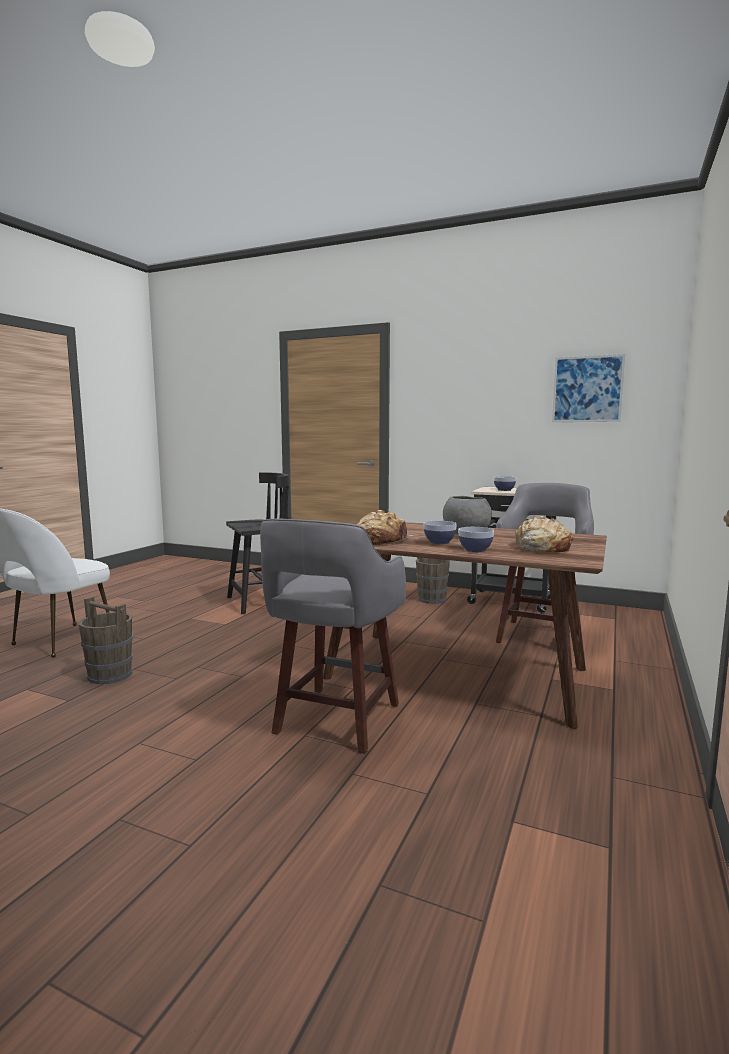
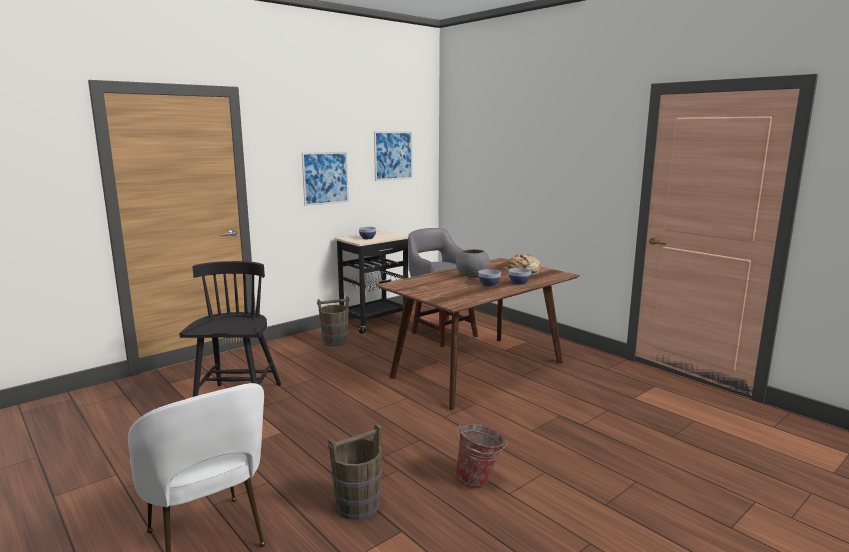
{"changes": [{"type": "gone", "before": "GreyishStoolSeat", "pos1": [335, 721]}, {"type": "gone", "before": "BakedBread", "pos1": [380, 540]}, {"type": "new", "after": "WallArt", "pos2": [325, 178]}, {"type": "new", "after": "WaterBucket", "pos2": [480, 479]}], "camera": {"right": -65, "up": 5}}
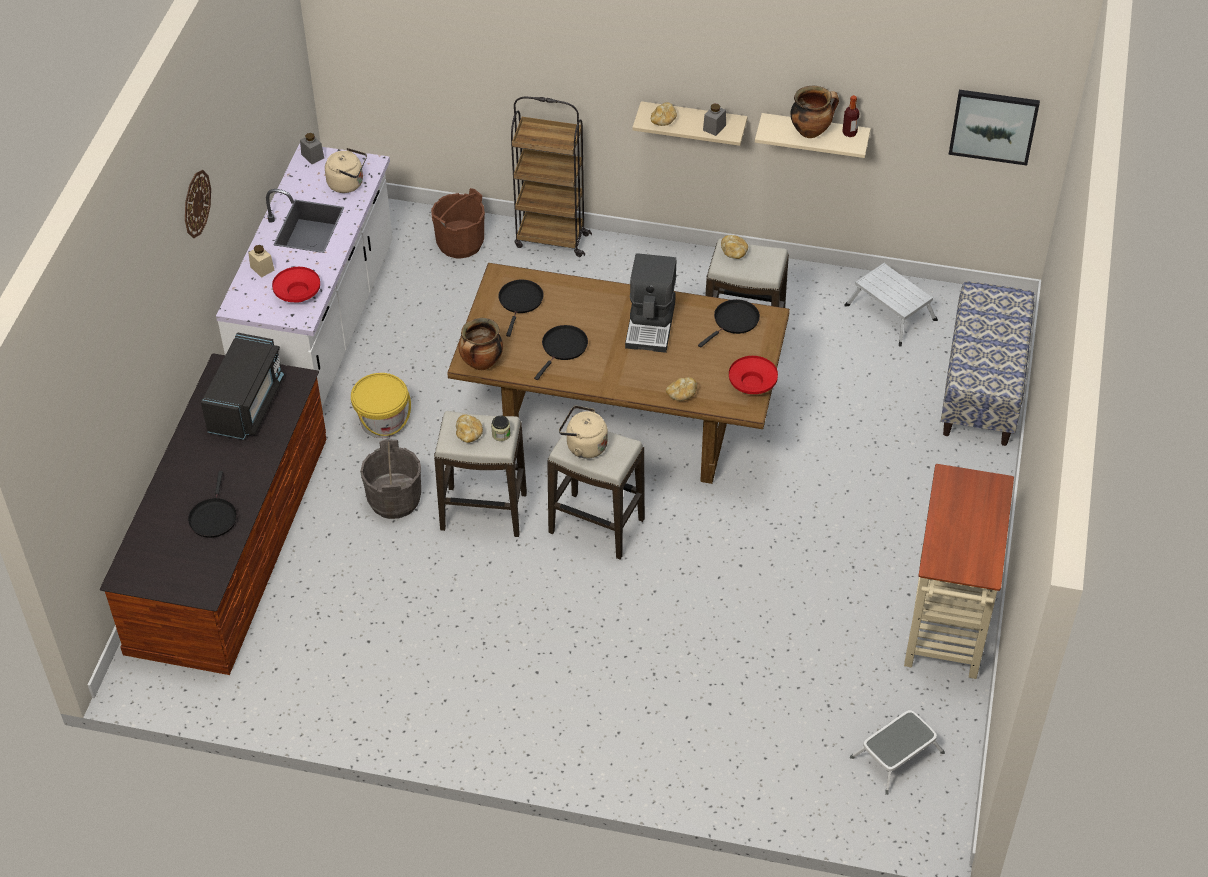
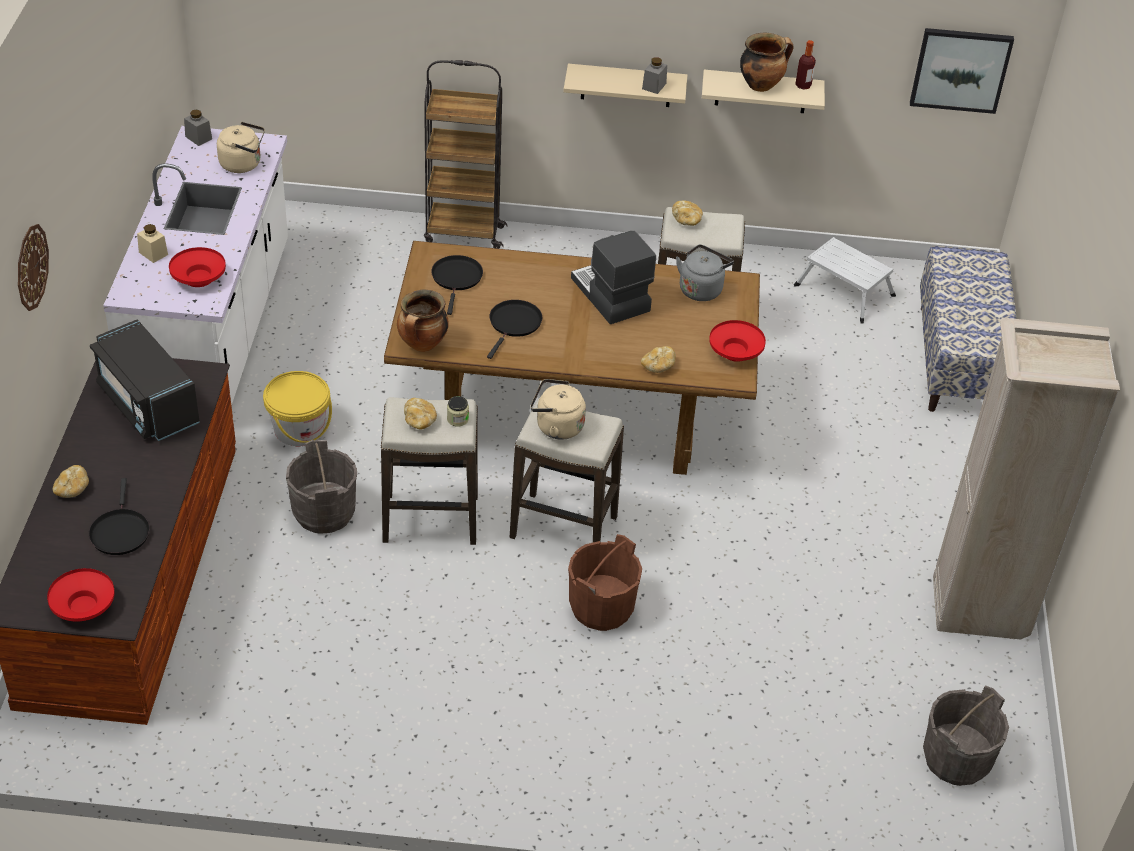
{"changes": [{"type": "new", "after": "ReddishDeepDish", "pos2": [83, 606]}, {"type": "shifted", "before": "ClockOnTheWall", "pos1": [196, 203], "pos2": [31, 267]}, {"type": "shifted", "before": "BrownColouredWaterBucket", "pos1": [460, 243], "pos2": [601, 607]}, {"type": "shifted", "before": "BakedBread", "pos1": [663, 120], "pos2": [72, 489]}, {"type": "swapped", "before": "BlackishFryingPan", "after": "GreyishKettle", "pos1": [734, 321], "pos2": [701, 289]}, {"type": "swapped", "before": "GreyishStepladder", "after": "GreyishWaterBucket", "pos1": [896, 754], "pos2": [956, 759]}, {"type": "swapped", "before": "BeigeWheeledCart", "after": "BeigeStorageCabinet", "pos1": [947, 623], "pos2": [979, 608]}, {"type": "rotated", "before": "BlackishMicrowave", "pos1": [247, 404], "pos2": [147, 403], "turn": 135}, {"type": "rotated", "before": "CoffeeMaker", "pos1": [651, 324], "pos2": [609, 295], "turn": 150}], "camera": {"right": -10, "up": -5}}
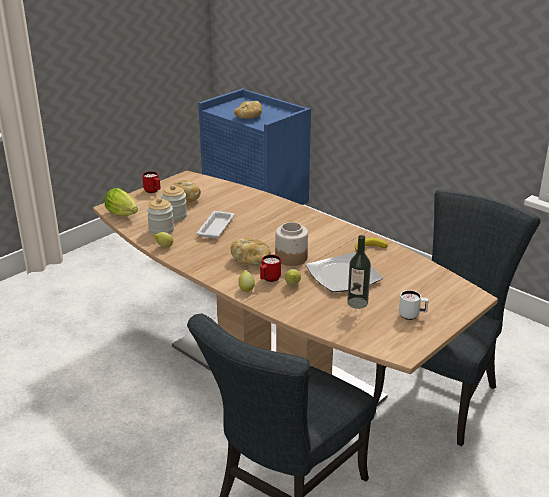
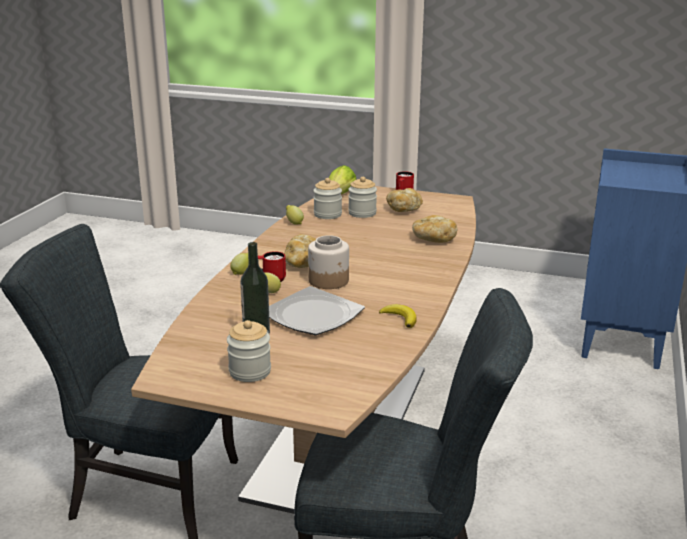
{"changes": [{"type": "gone", "before": "WhiteTray", "pos1": [216, 227]}, {"type": "shifted", "before": "BakedBread", "pos1": [248, 117], "pos2": [433, 239]}, {"type": "swapped", "before": "WhiteMug", "after": "StorageJar", "pos1": [412, 316], "pos2": [250, 371]}], "camera": {"right": 65, "up": -5}}
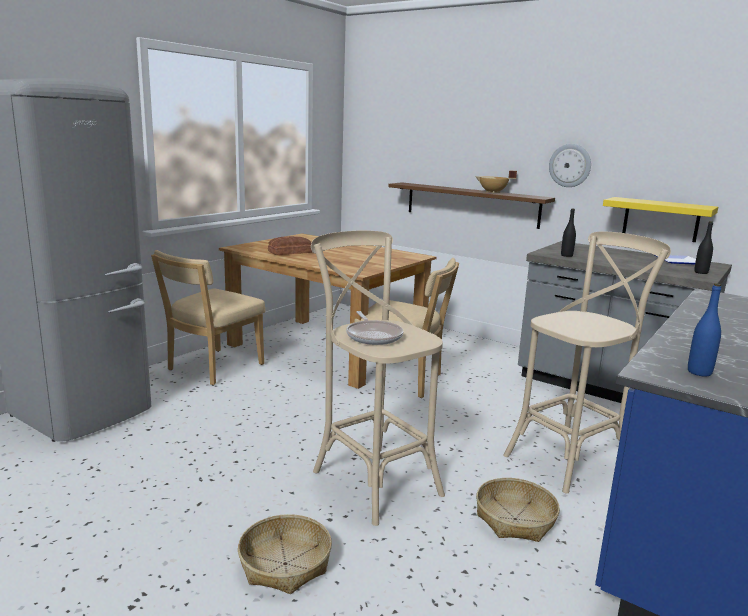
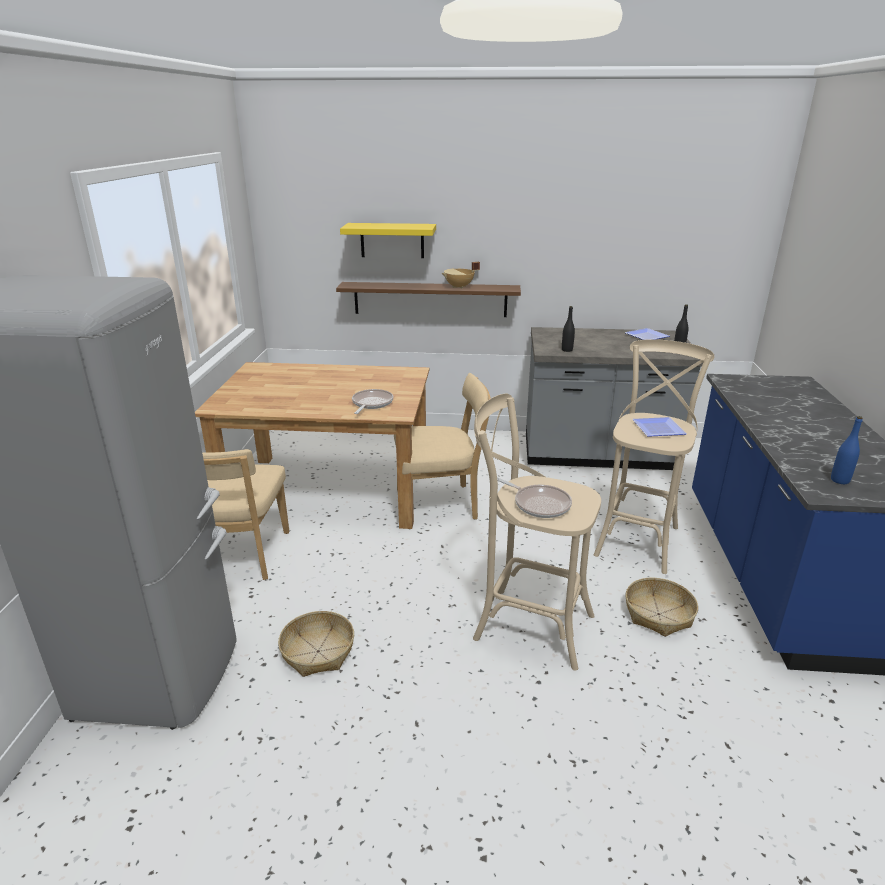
{"changes": [{"type": "gone", "before": "BakedBread", "pos1": [291, 252]}, {"type": "gone", "before": "ClockOnTheWall", "pos1": [570, 165]}, {"type": "new", "after": "FryingPan", "pos2": [371, 404]}, {"type": "new", "after": "FlatDish", "pos2": [660, 429]}, {"type": "shifted", "before": "Basket", "pos1": [285, 564], "pos2": [318, 651]}, {"type": "shifted", "before": "YellowBracketShelf", "pos1": [661, 219], "pos2": [392, 240]}], "camera": {"right": -30, "up": 10}}
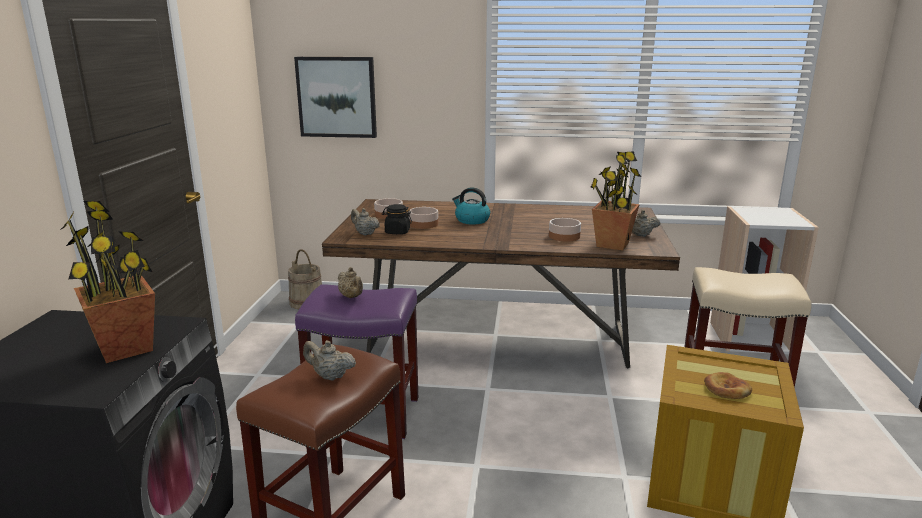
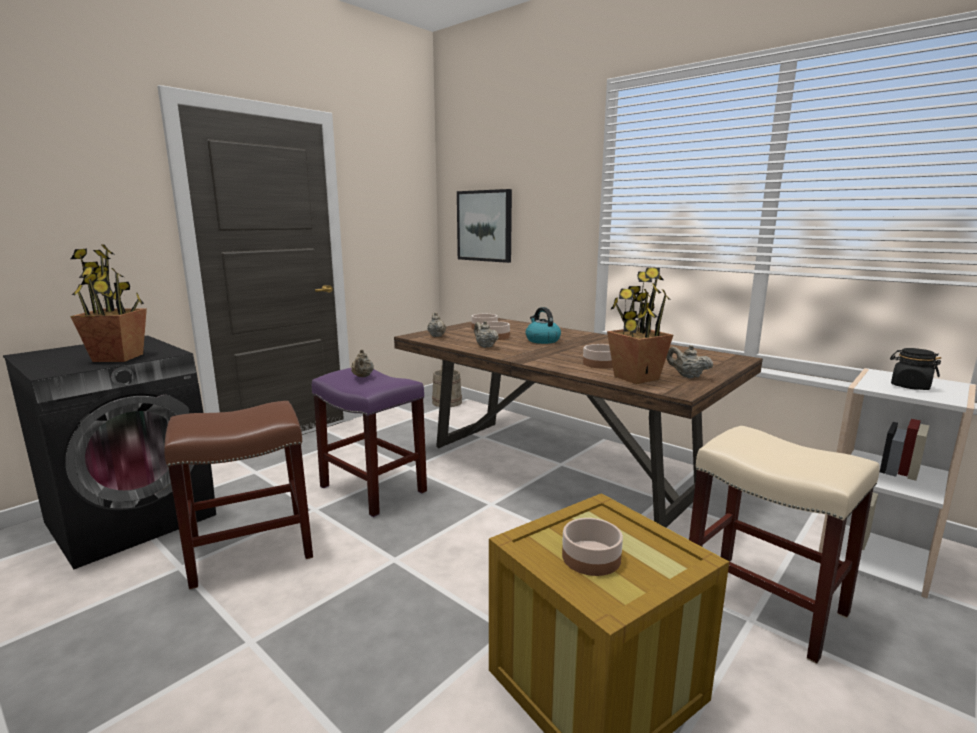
{"changes": [{"type": "shifted", "before": "BeigeTeaPot", "pos1": [330, 376], "pos2": [485, 346]}, {"type": "shifted", "before": "BlackishStorageJar", "pos1": [397, 232], "pos2": [910, 386]}, {"type": "swapped", "before": "BakedBread", "after": "DeepDish", "pos1": [726, 389], "pos2": [591, 557]}], "camera": {"right": 35, "up": -5}}
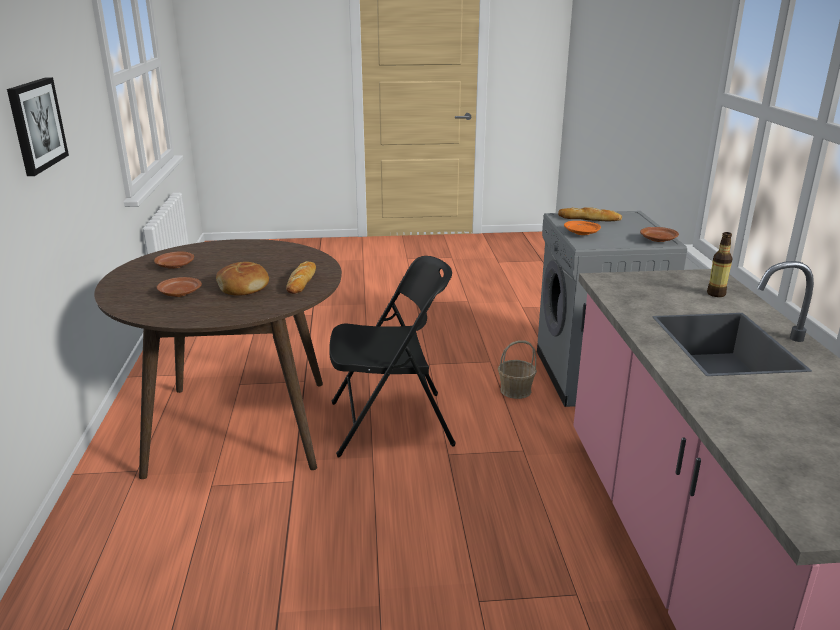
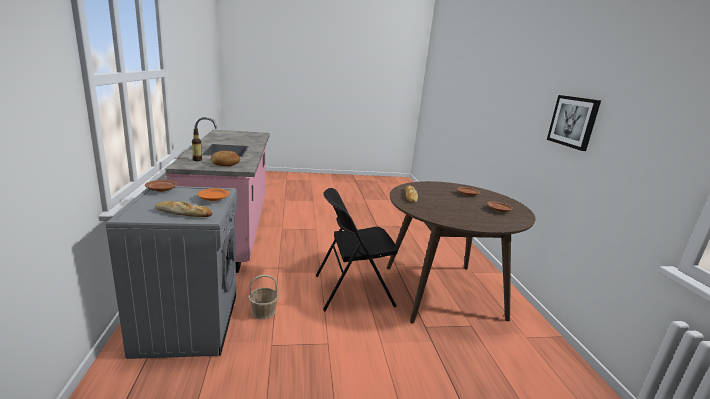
{"changes": [{"type": "shifted", "before": "BakedBread", "pos1": [243, 287], "pos2": [225, 163]}], "camera": {"right": 175, "up": -5}}
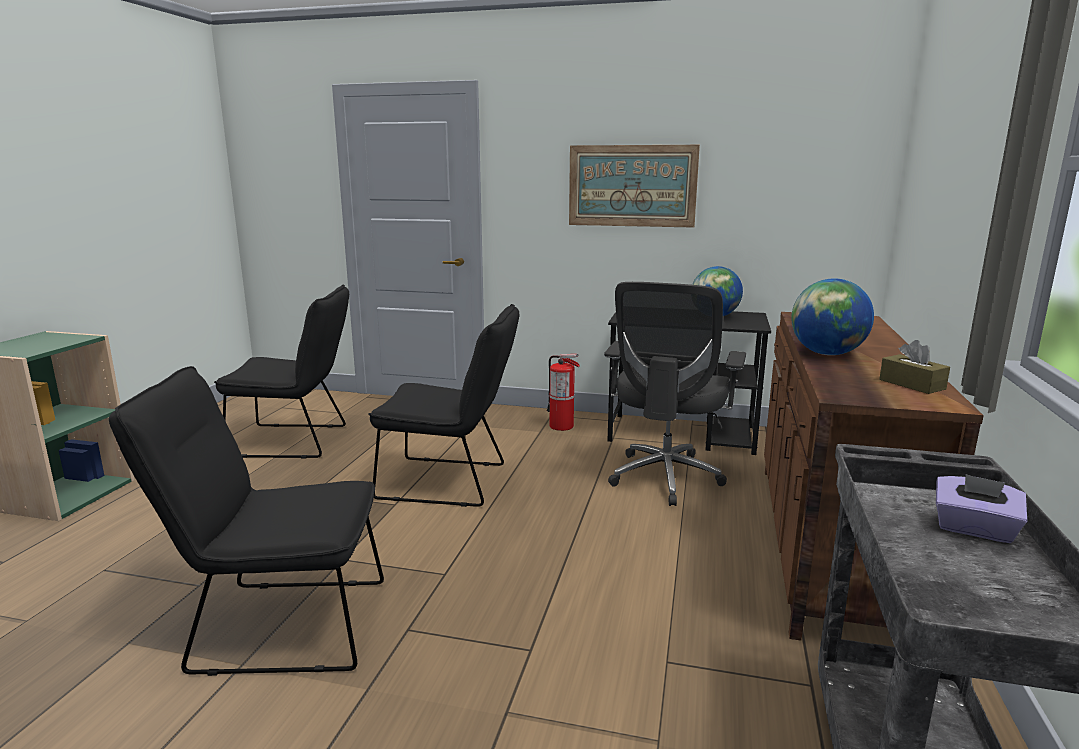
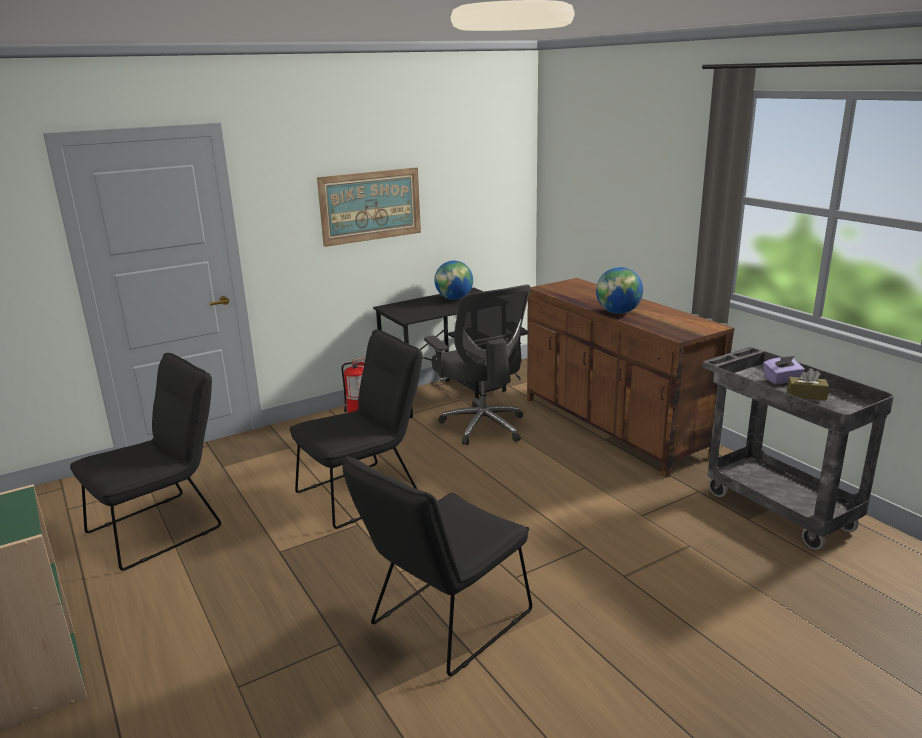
{"changes": [{"type": "shifted", "before": "BrownColouredTissueHolder", "pos1": [911, 384], "pos2": [806, 395]}], "camera": {"right": -45, "up": 5}}
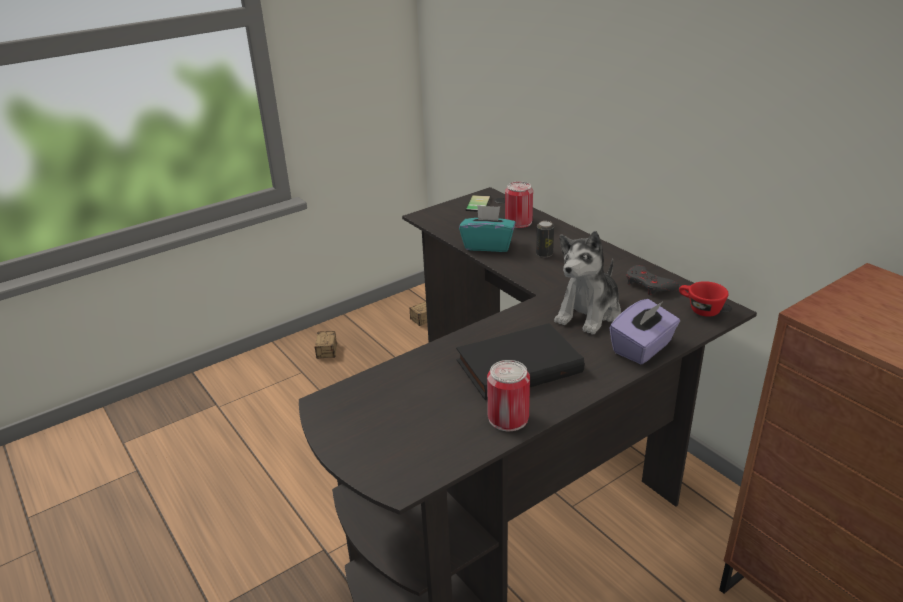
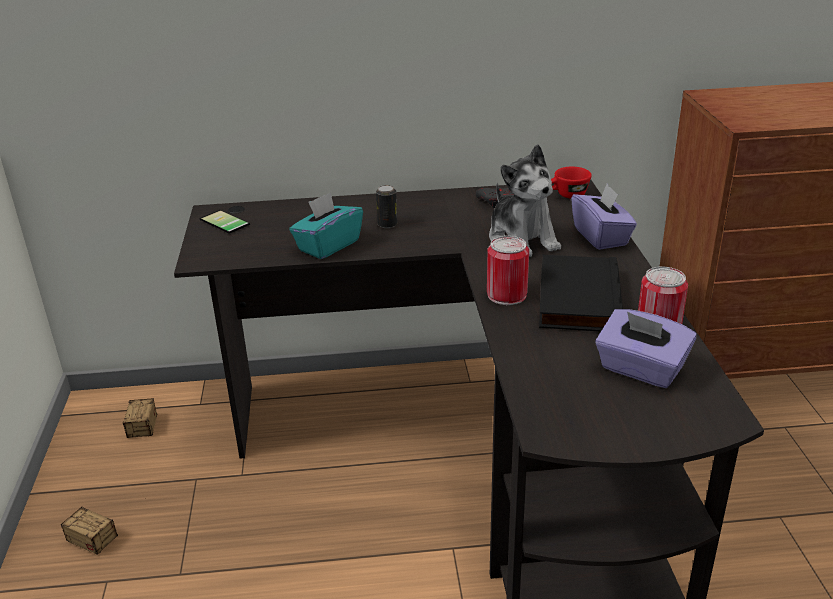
{"changes": [{"type": "new", "after": "PurplishTissueHolder", "pos2": [640, 369]}, {"type": "shifted", "before": "SealedCan", "pos1": [518, 222], "pos2": [506, 295]}], "camera": {"right": -60, "up": 0}}
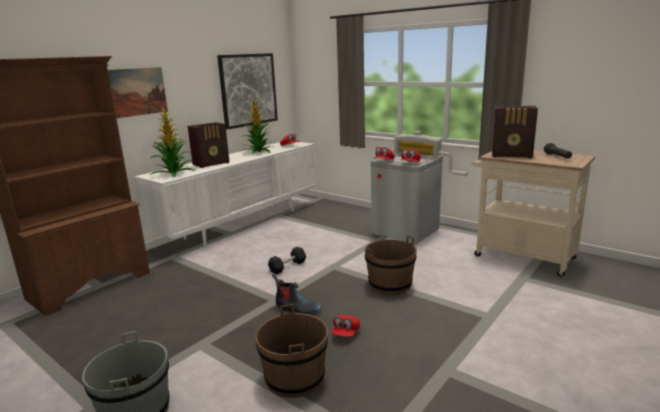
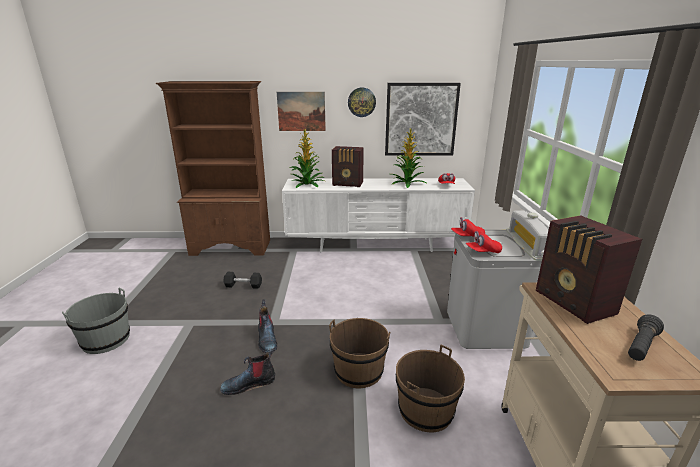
{"changes": [{"type": "new", "after": "ClockOnTheWall", "pos2": [361, 102]}, {"type": "shifted", "before": "BrownColouredWaterBucket", "pos1": [295, 378], "pos2": [426, 410]}, {"type": "shifted", "before": "BlackishDumbbell", "pos1": [287, 266], "pos2": [243, 285]}, {"type": "swapped", "before": "ReddishBaseballCap", "after": "Boot", "pos1": [346, 333], "pos2": [249, 384]}], "camera": {"right": 50, "up": 5}}
